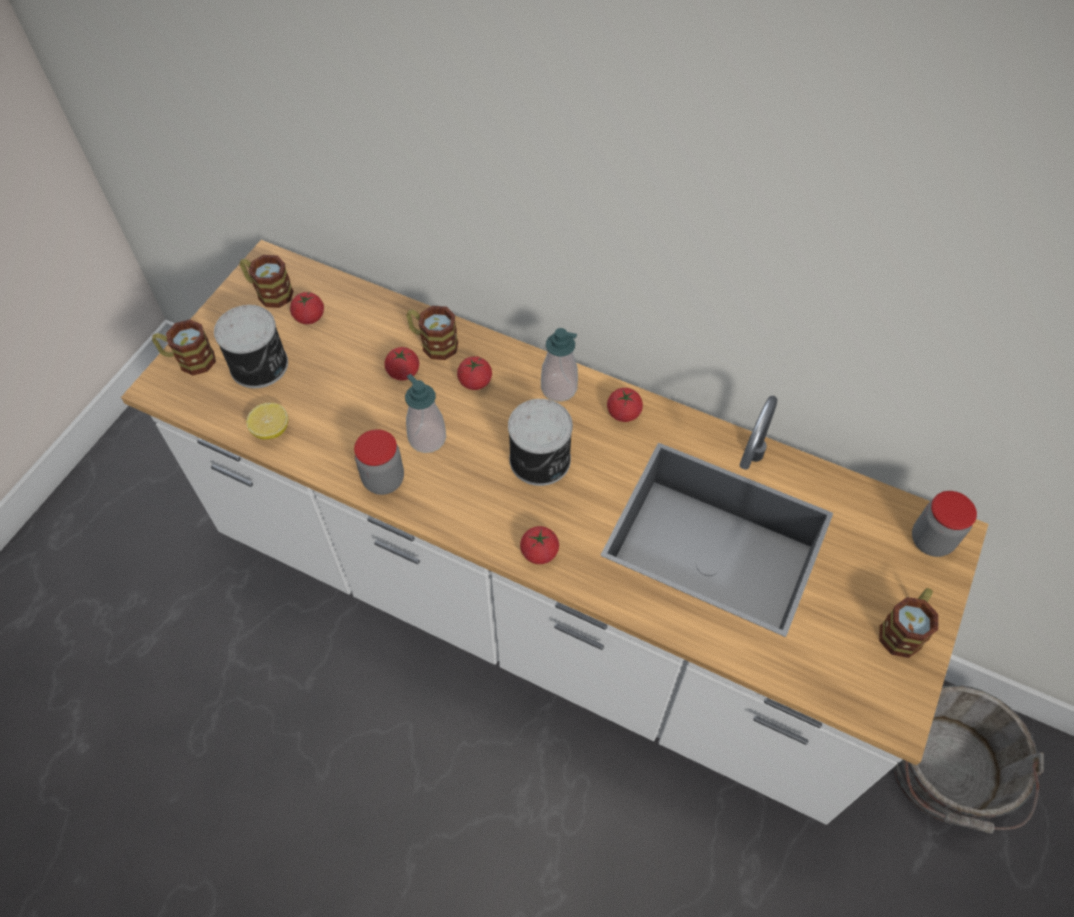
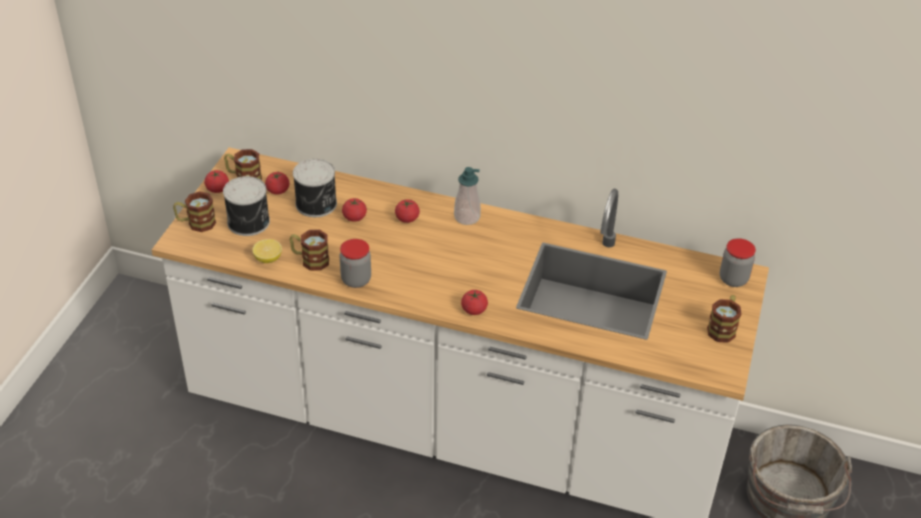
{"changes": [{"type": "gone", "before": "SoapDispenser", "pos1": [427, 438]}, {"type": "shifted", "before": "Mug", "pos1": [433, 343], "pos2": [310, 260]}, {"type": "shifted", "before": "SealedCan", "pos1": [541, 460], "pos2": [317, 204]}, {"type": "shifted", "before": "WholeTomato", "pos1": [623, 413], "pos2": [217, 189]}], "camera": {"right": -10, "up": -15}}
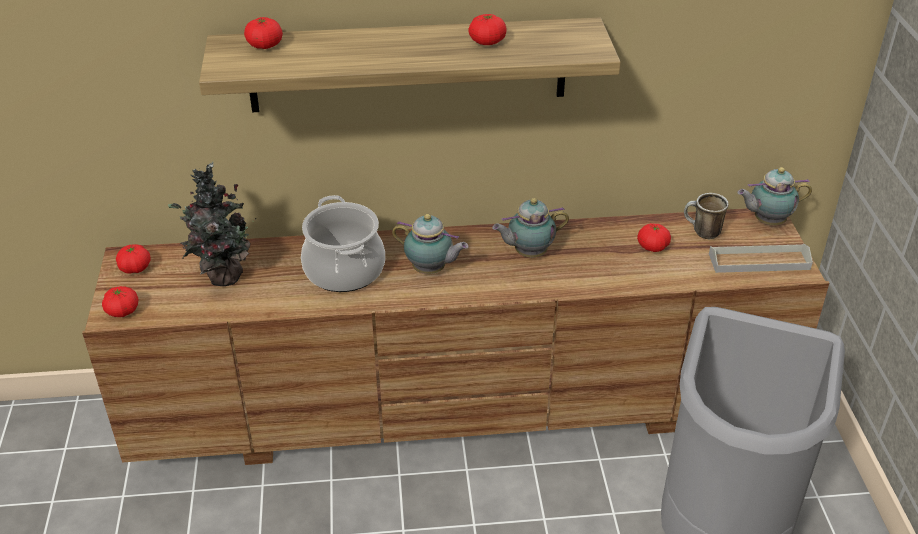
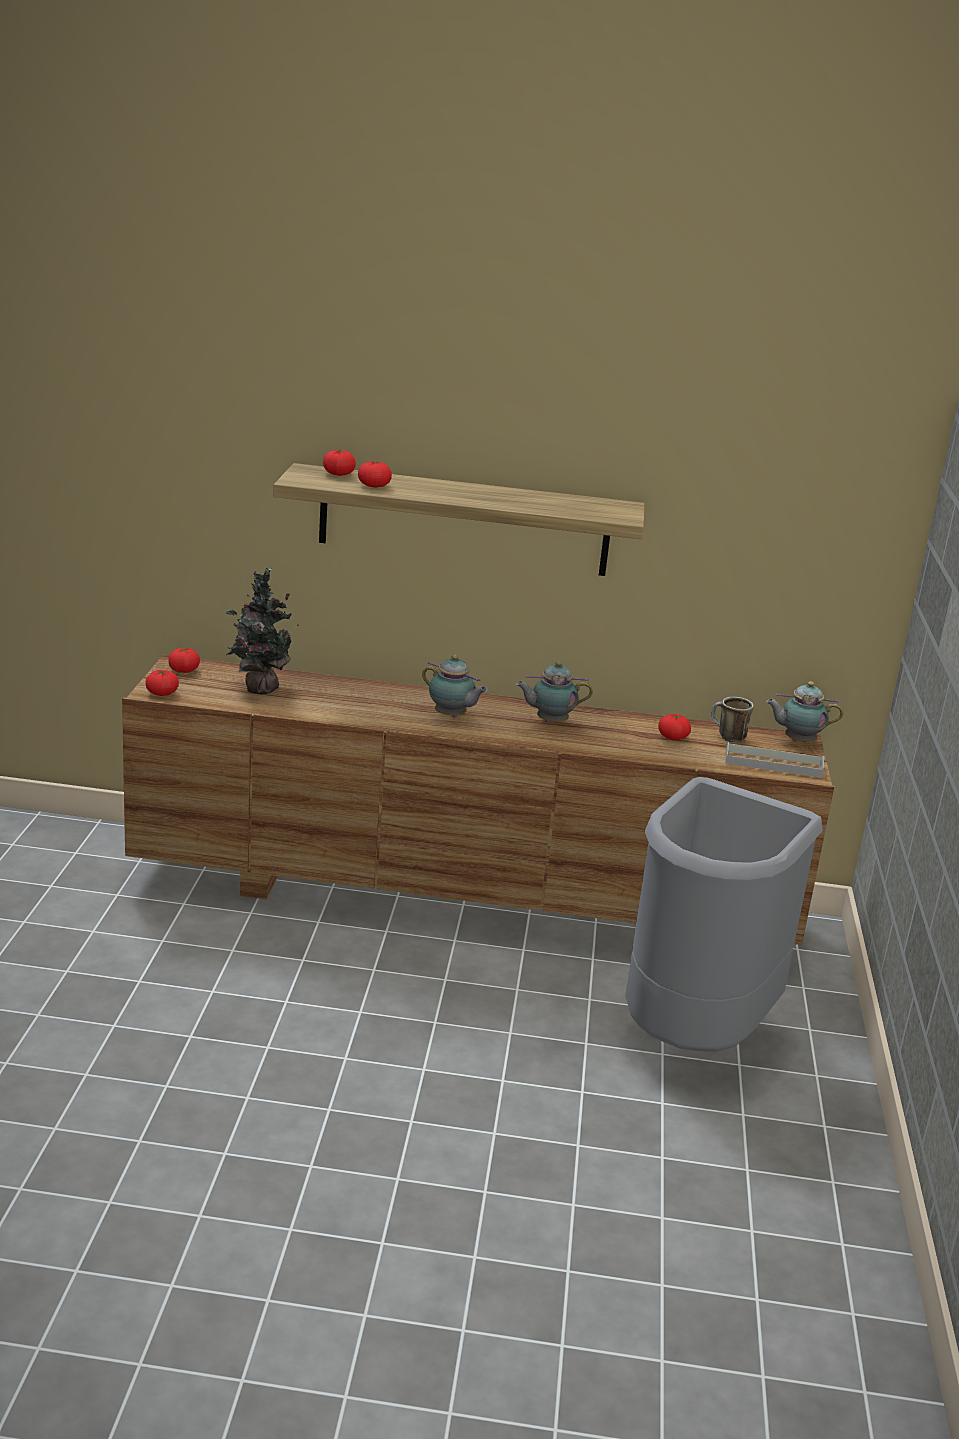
{"changes": [{"type": "gone", "before": "Stockpot", "pos1": [343, 270]}, {"type": "shifted", "before": "WholeTomato", "pos1": [487, 42], "pos2": [374, 486]}], "camera": {"right": 10, "up": -15}}
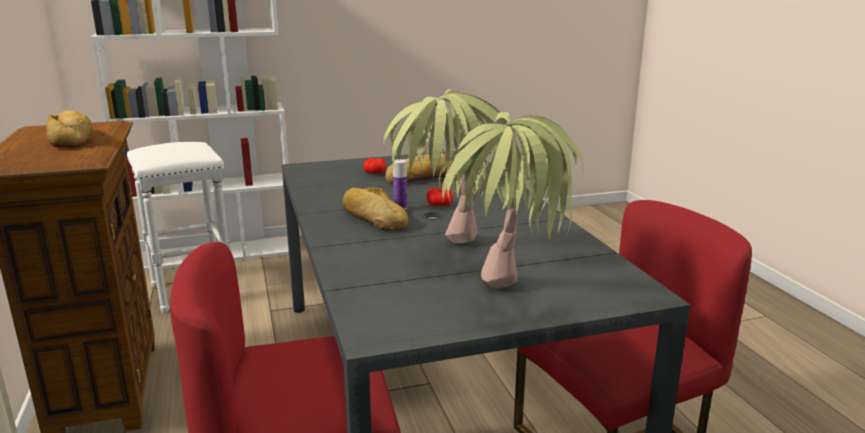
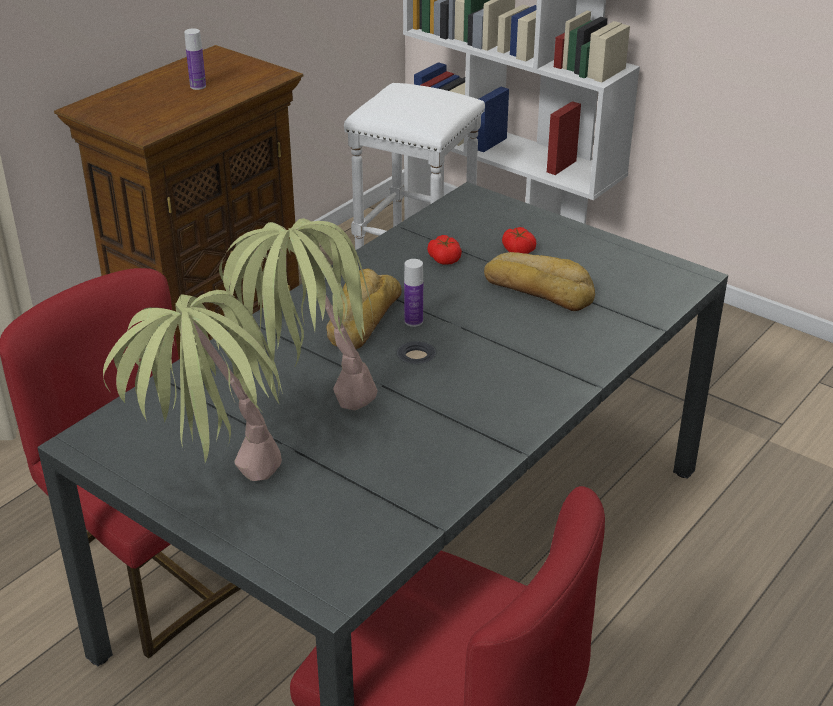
{"changes": [{"type": "shifted", "before": "WholeTomato", "pos1": [439, 204], "pos2": [444, 259]}, {"type": "swapped", "before": "BakedBread", "after": "Bottle", "pos1": [71, 138], "pos2": [198, 86]}], "camera": {"right": 55, "up": 15}}
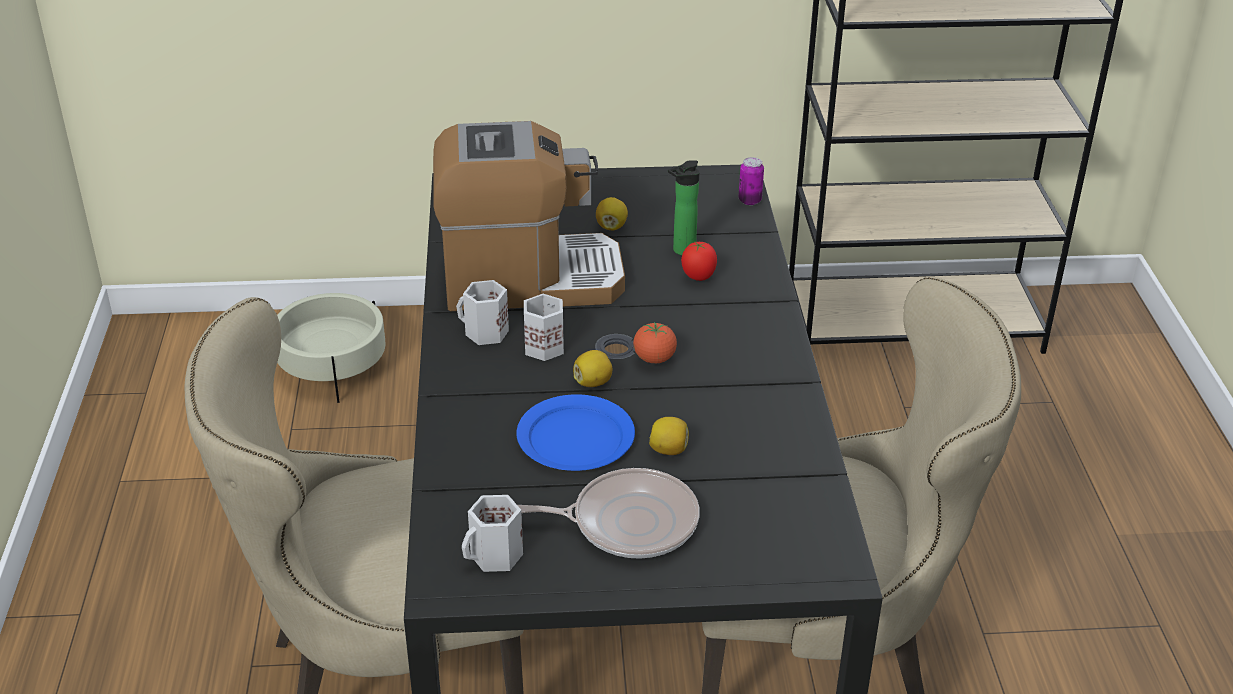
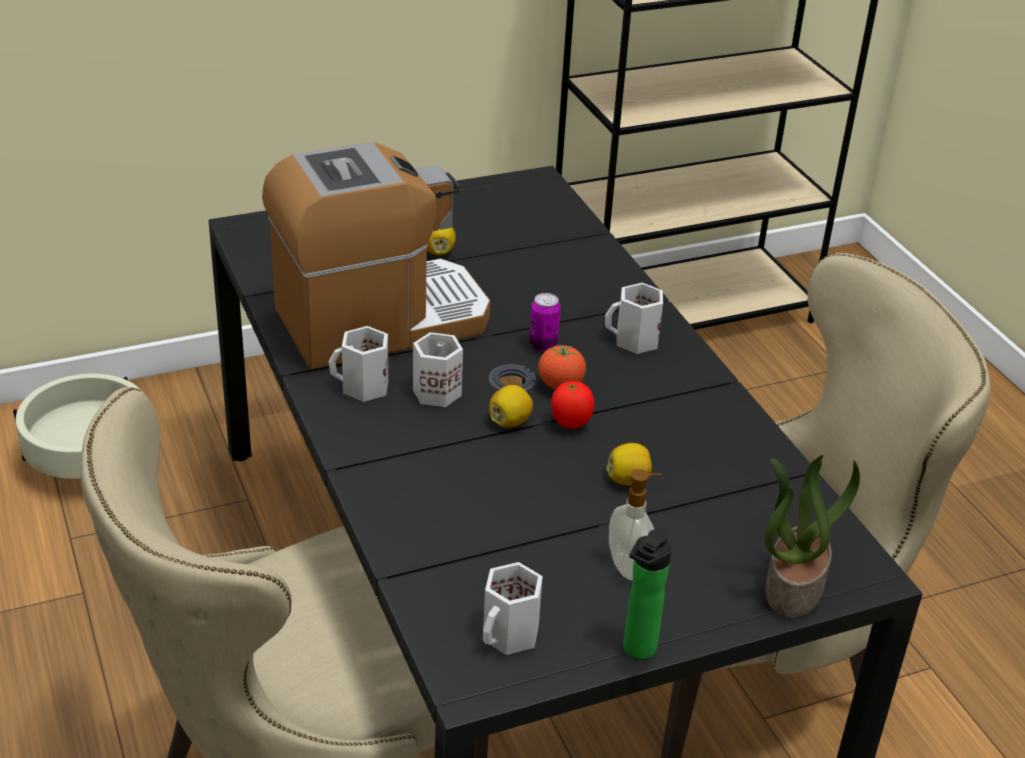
{"changes": [{"type": "gone", "before": "BlueFlatDish", "pos1": [576, 437]}, {"type": "new", "after": "WhiteMug", "pos2": [634, 341]}, {"type": "new", "after": "Houseplant", "pos2": [793, 586]}, {"type": "shifted", "before": "Bottle", "pos1": [681, 251], "pos2": [637, 651]}, {"type": "shifted", "before": "WholeTomato", "pos1": [698, 277], "pos2": [570, 424]}, {"type": "shifted", "before": "SealedCan", "pos1": [749, 200], "pos2": [543, 345]}, {"type": "swapped", "before": "FryingPan", "after": "SoapDispenser", "pos1": [628, 522], "pos2": [630, 566]}], "camera": {"right": -20, "up": 0}}
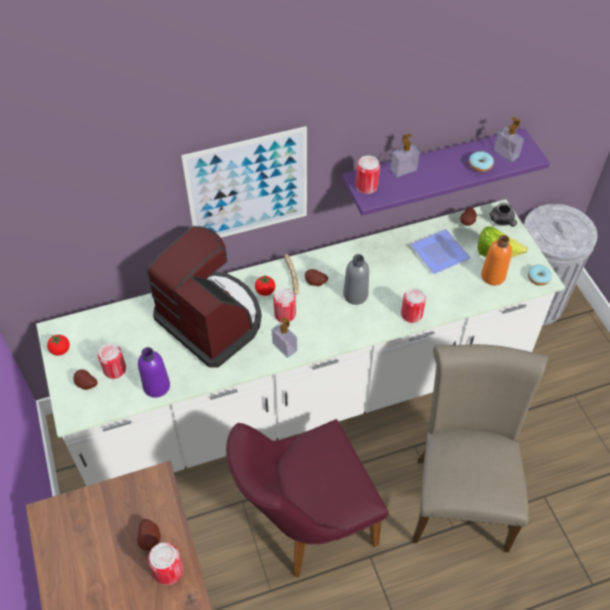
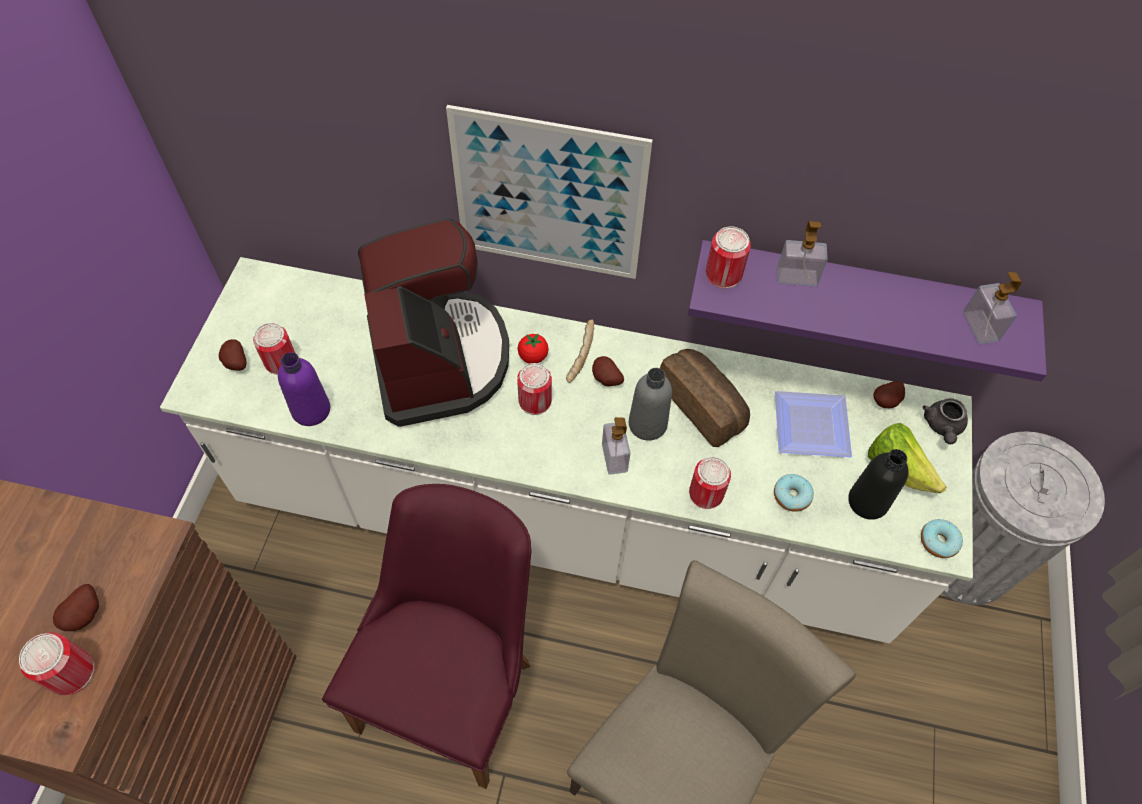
{"changes": [{"type": "gone", "before": "WholeTomato", "pos1": [60, 350]}, {"type": "new", "after": "BakedBread", "pos2": [704, 405]}, {"type": "shifted", "before": "SoapDispenser", "pos1": [284, 347], "pos2": [614, 457]}, {"type": "shifted", "before": "RingDoughnut", "pos1": [480, 165], "pos2": [791, 496]}, {"type": "repainted", "before": "OrangeyBottle", "after": "BlackishBottle", "pos1": [493, 276], "pos2": [867, 501]}, {"type": "rotated", "before": "PurplishChair", "pos1": [305, 524], "pos2": [455, 681], "turn": 105}], "camera": {"right": 30, "up": 5}}
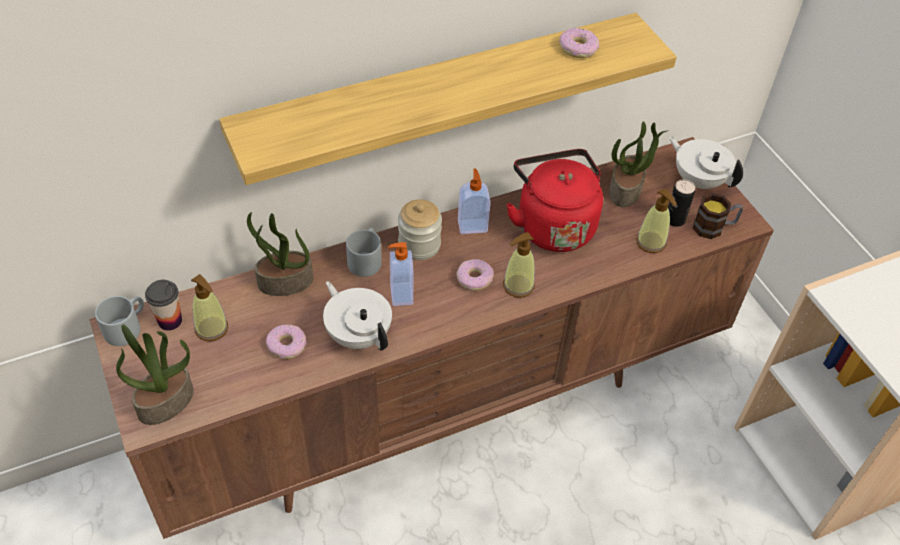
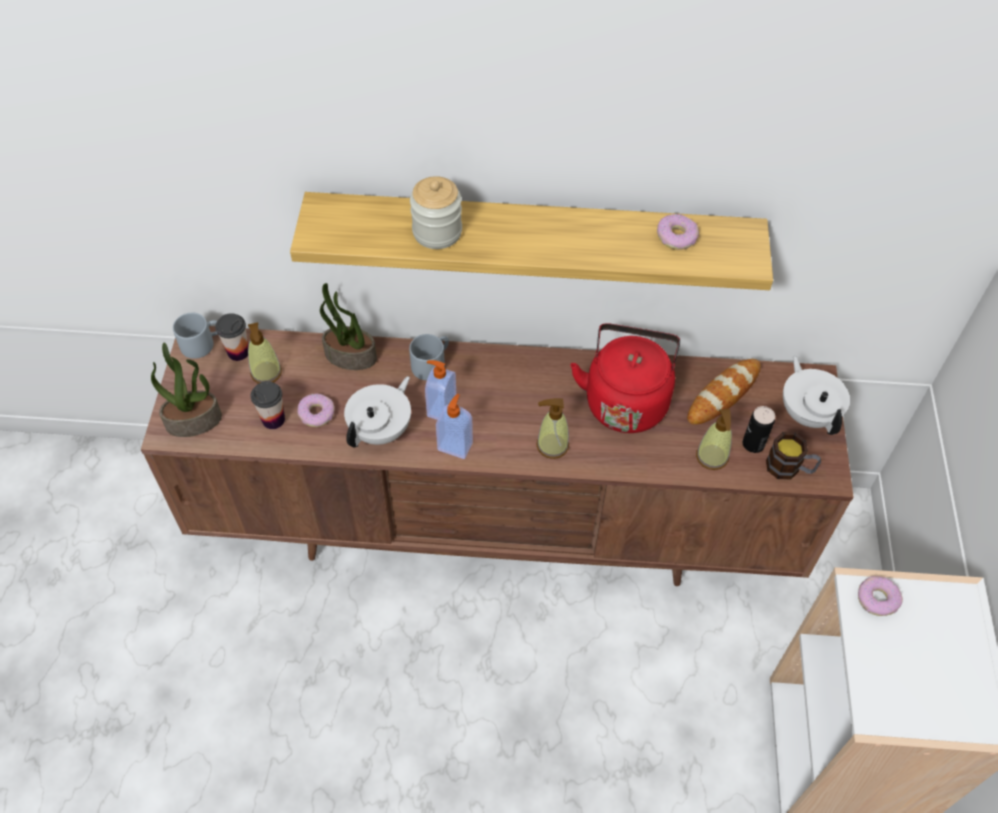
{"changes": [{"type": "new", "after": "Cup", "pos2": [273, 419]}, {"type": "shifted", "before": "StorageJar", "pos1": [419, 245], "pos2": [437, 232]}, {"type": "shifted", "before": "RingDoughnut", "pos1": [474, 278], "pos2": [877, 599]}, {"type": "shifted", "before": "SoapDispenser", "pos1": [472, 225], "pos2": [455, 446]}, {"type": "swapped", "before": "Houseplant", "after": "BakedBread", "pos1": [626, 190], "pos2": [723, 394]}, {"type": "rotated", "before": "WhiteTeaPot", "pos1": [358, 334], "pos2": [381, 430], "turn": 45}], "camera": {"right": 30, "up": 5}}
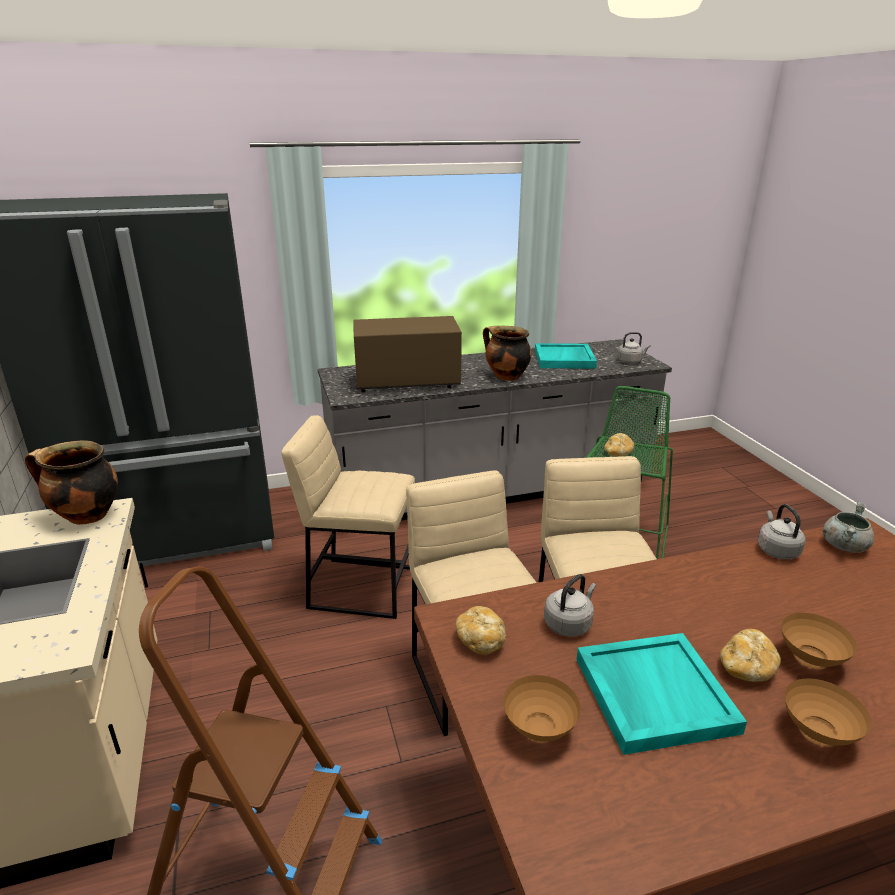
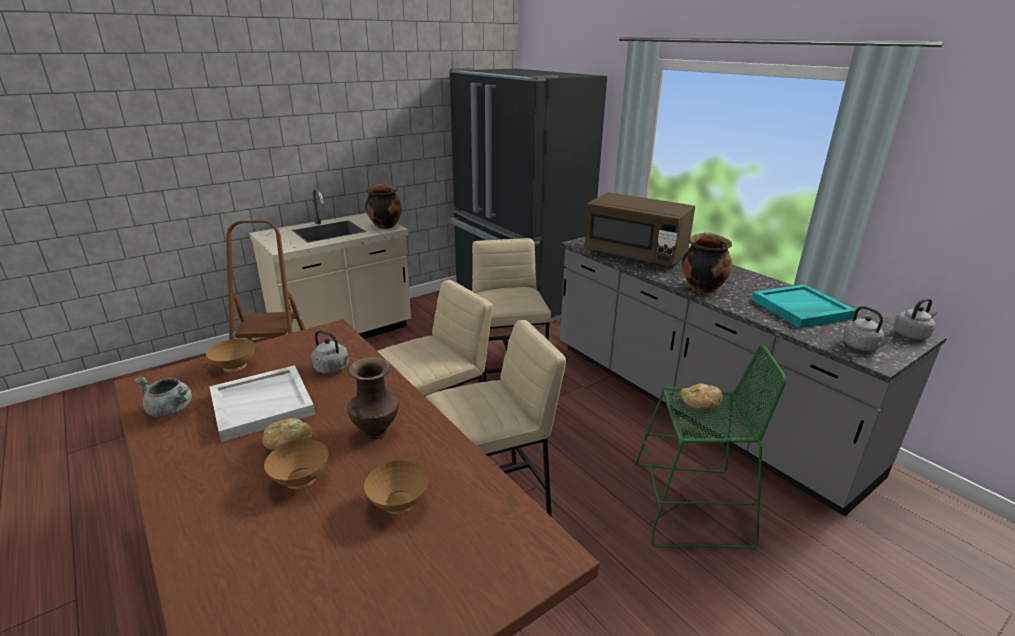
{"changes": [{"type": "gone", "before": "BakedBread", "pos1": [481, 640]}, {"type": "new", "after": "BrownColouredDecorativeVase", "pos2": [376, 431]}, {"type": "shifted", "before": "GreyishKettle", "pos1": [776, 550], "pos2": [911, 334]}, {"type": "shifted", "before": "BrownColouredDeepDish", "pos1": [817, 734], "pos2": [398, 504]}, {"type": "shifted", "before": "GreyishStockpot", "pos1": [844, 545], "pos2": [171, 411]}, {"type": "repainted", "before": "BlueGreenTray", "after": "WhiteTray", "pos1": [652, 693], "pos2": [263, 404]}, {"type": "rotated", "before": "BrownColouredMicrowave", "pos1": [407, 381], "pos2": [635, 255], "turn": 150}], "camera": {"right": 70, "up": 0}}
